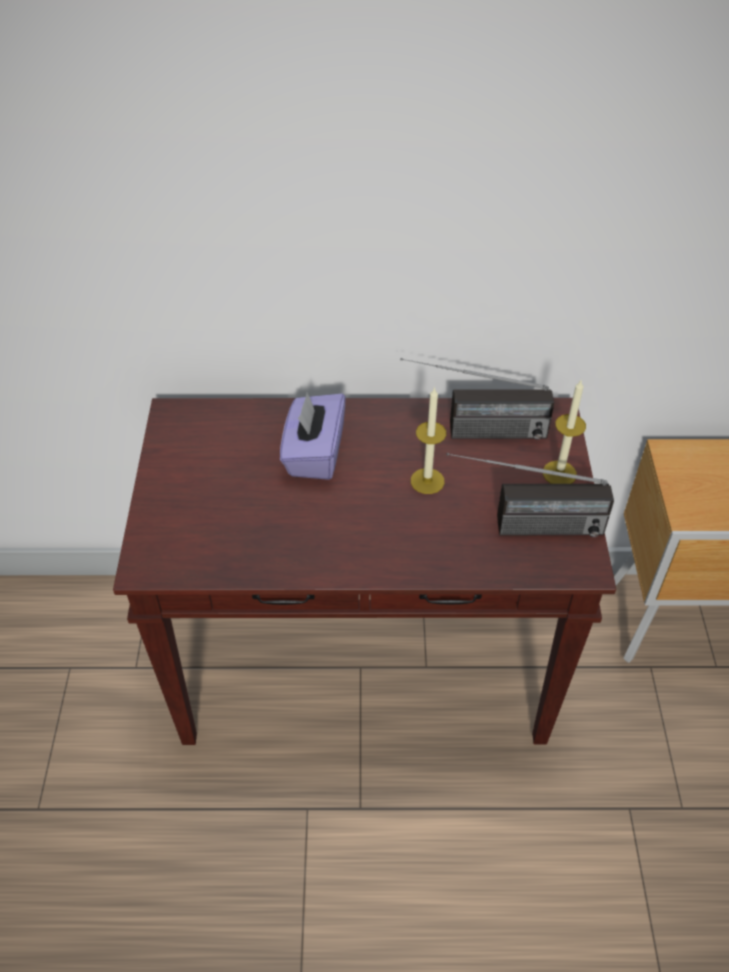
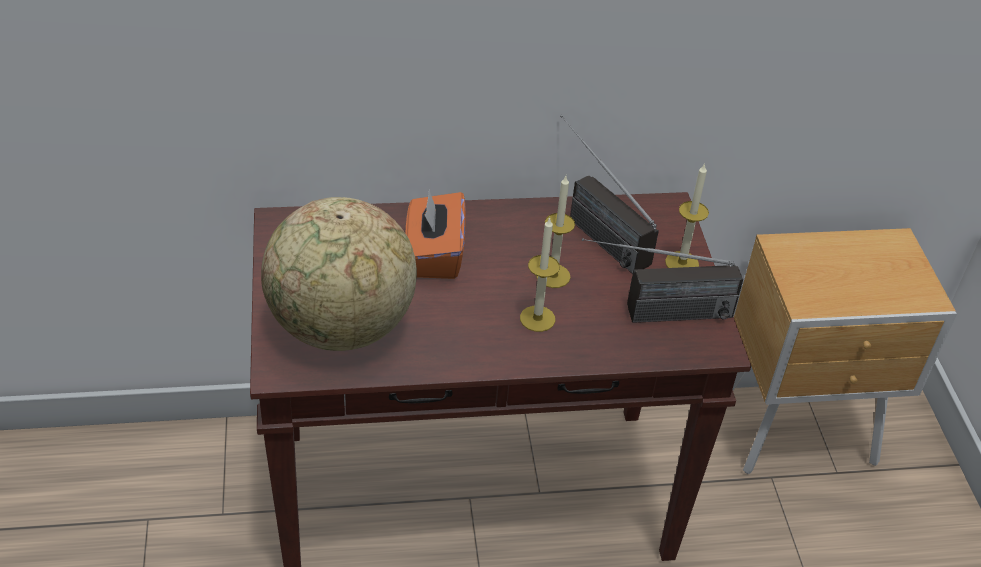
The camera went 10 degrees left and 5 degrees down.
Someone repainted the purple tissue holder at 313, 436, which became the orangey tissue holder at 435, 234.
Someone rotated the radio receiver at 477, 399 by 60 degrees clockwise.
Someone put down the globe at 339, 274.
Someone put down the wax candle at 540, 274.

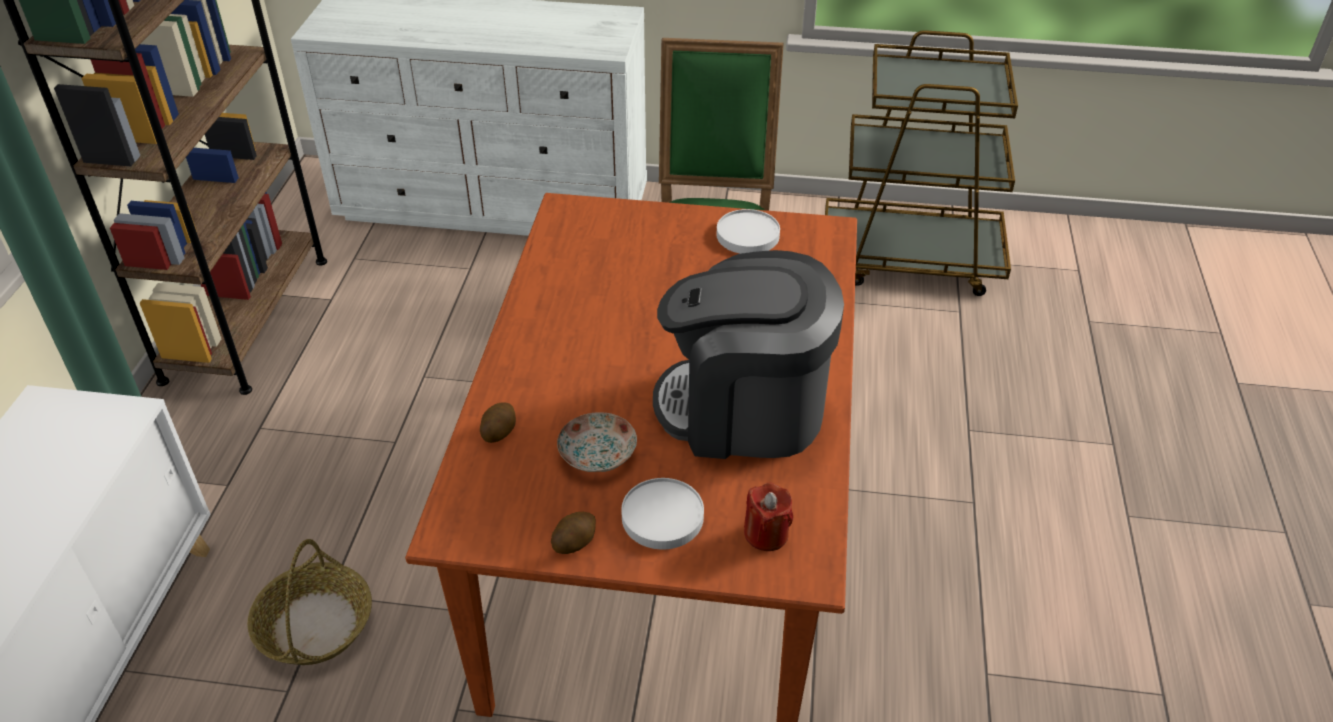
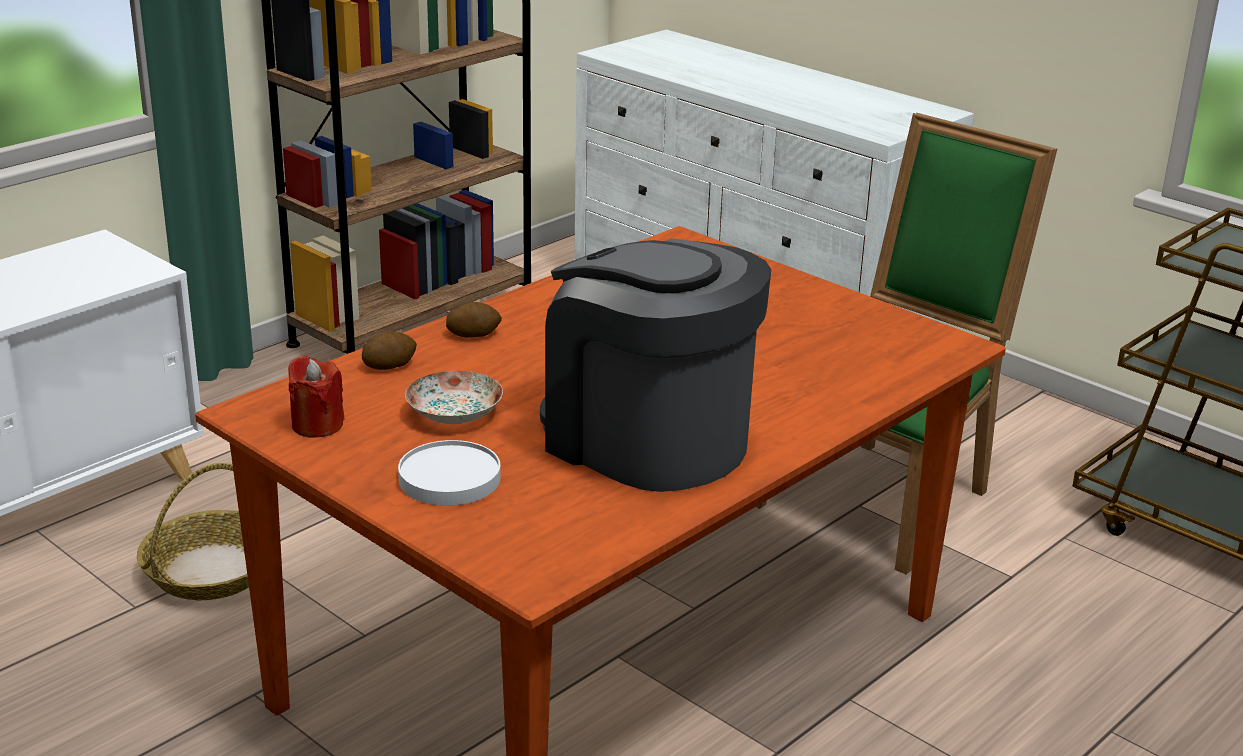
The camera went 35 degrees right and 15 degrees down.
Someone carried the whole potato from 573, 533 to 474, 320.
Someone took away the whitish plate at 748, 231.
Someone carried the red wax candle from 768, 517 to 316, 397.

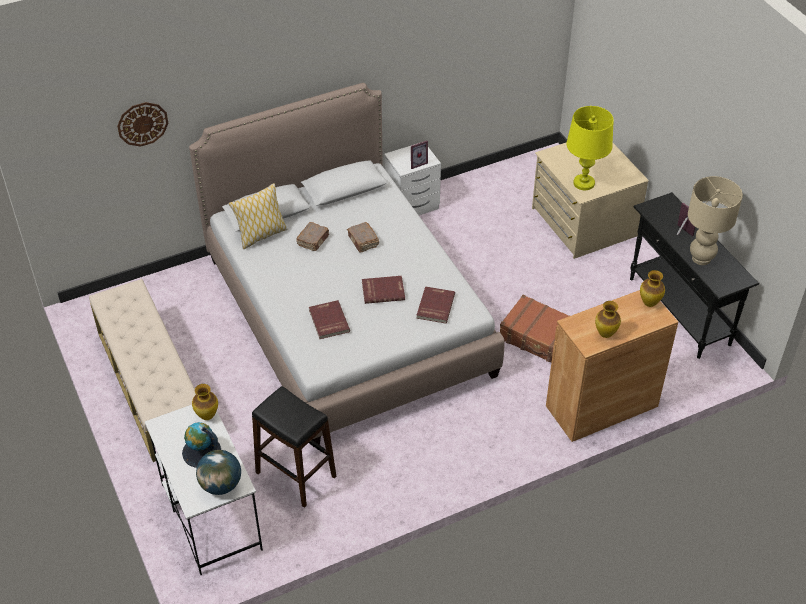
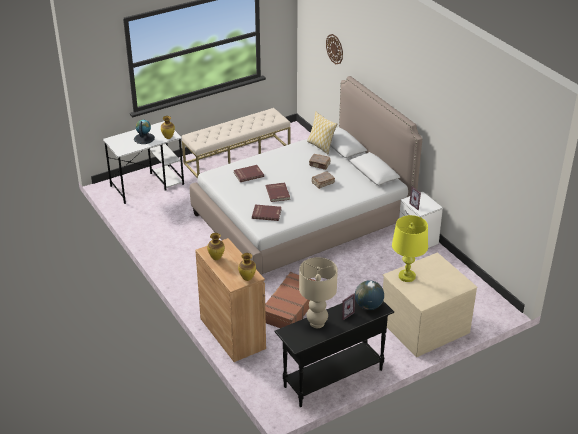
The camera went 85 degrees right and 10 degrees down.
Someone carried the globe from 218, 472 to 369, 295.
Someone took away the black-coloured stool seat at 294, 447.

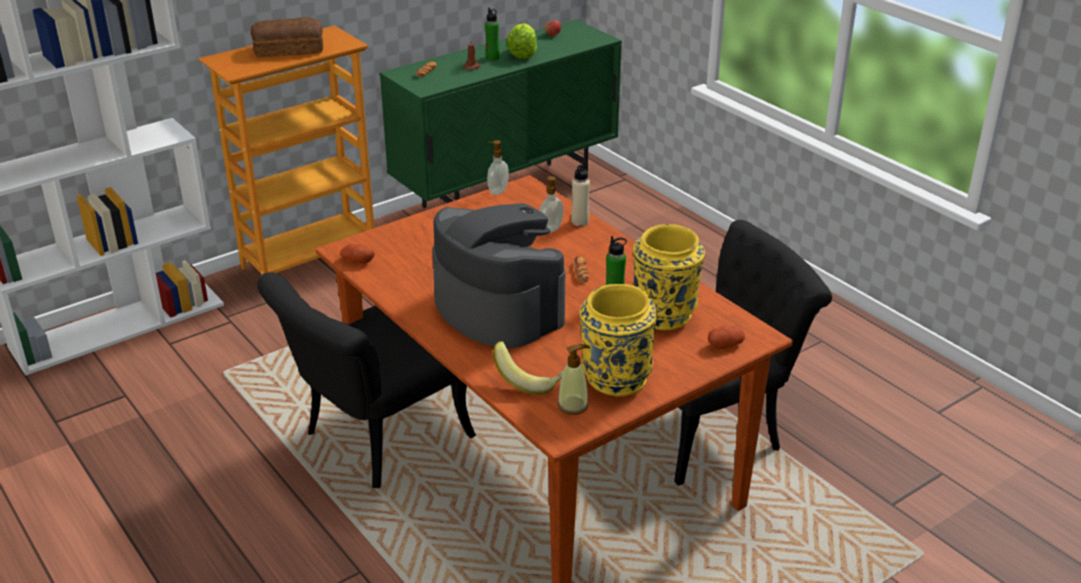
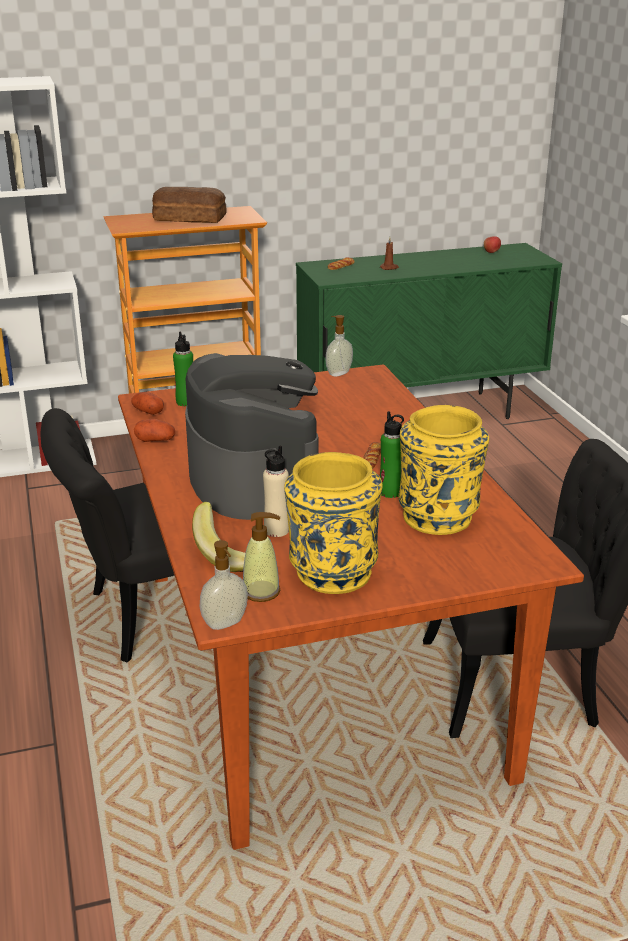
The camera went 20 degrees right and 5 degrees down.
Someone carried the green-coloured beverage bottle from 492, 34 to 183, 369.
Someone took away the lettuce head at 521, 41.
Someone carried the liquid soap bottle from 551, 204 to 223, 585.
Someone carried the sand-coloured beverage bottle from 580, 194 to 276, 491.
Someone carried the whole potato from 726, 337 to 154, 430.

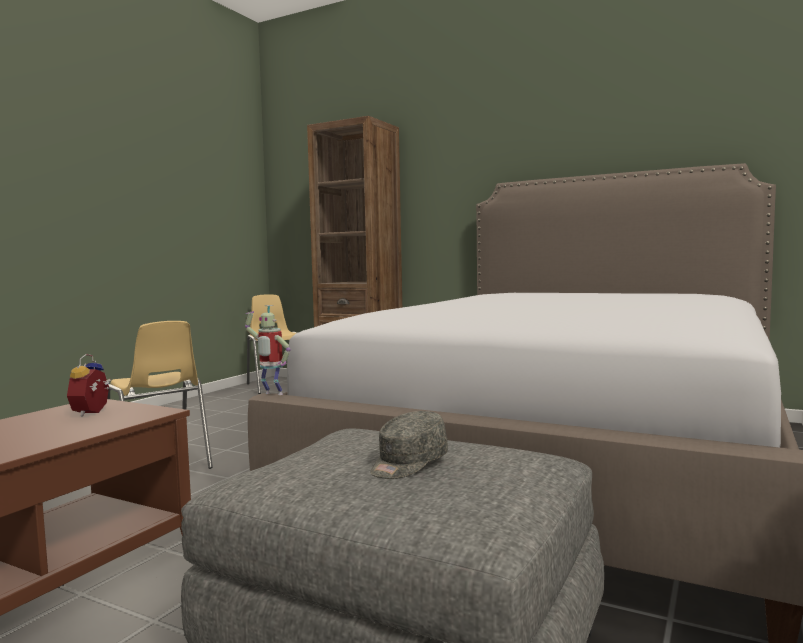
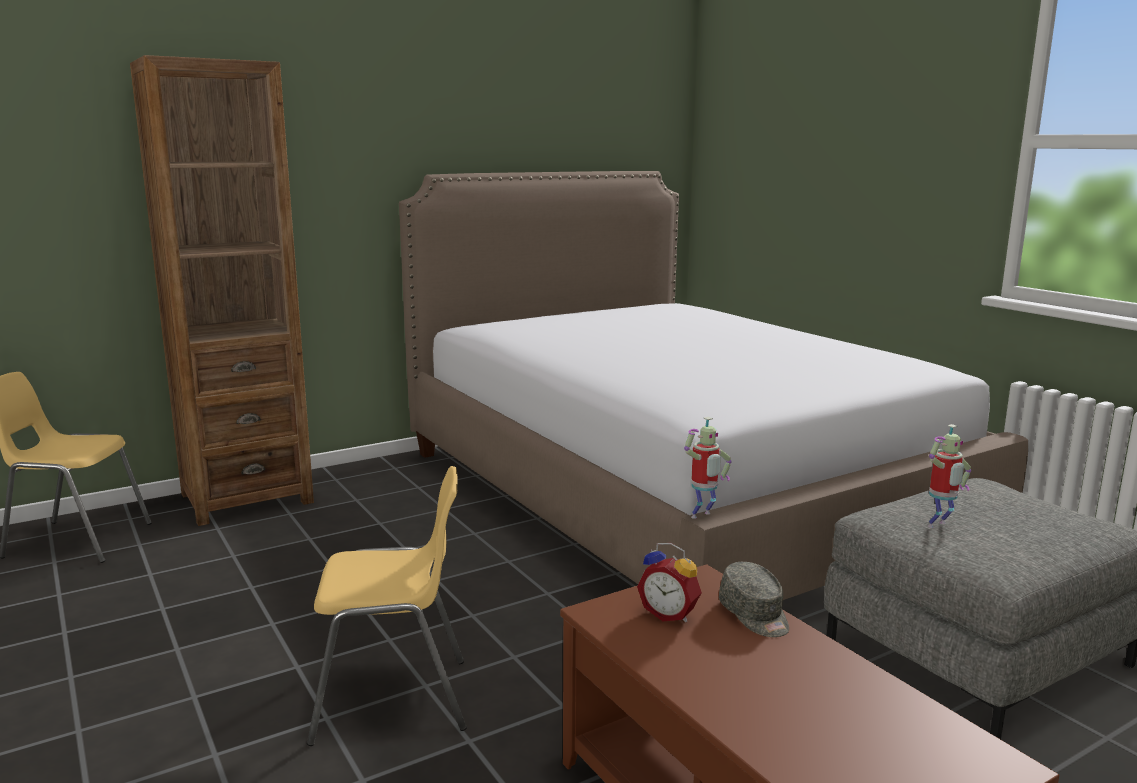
The camera went 60 degrees left and 10 degrees up.
Someone carried the gray cap from 409, 445 to 754, 599.
Someone put down the model robot at 949, 476.

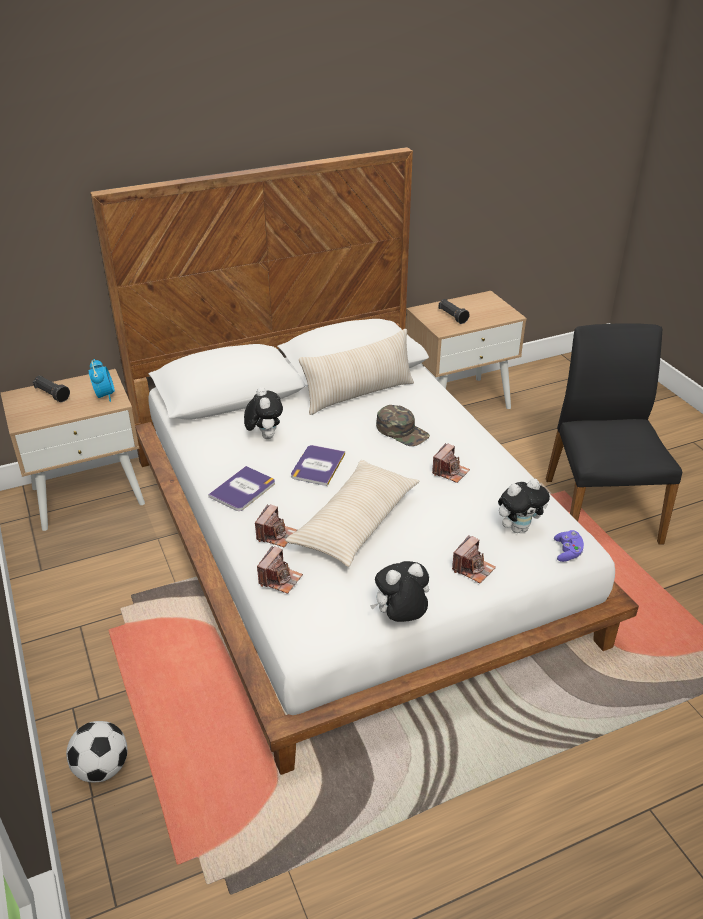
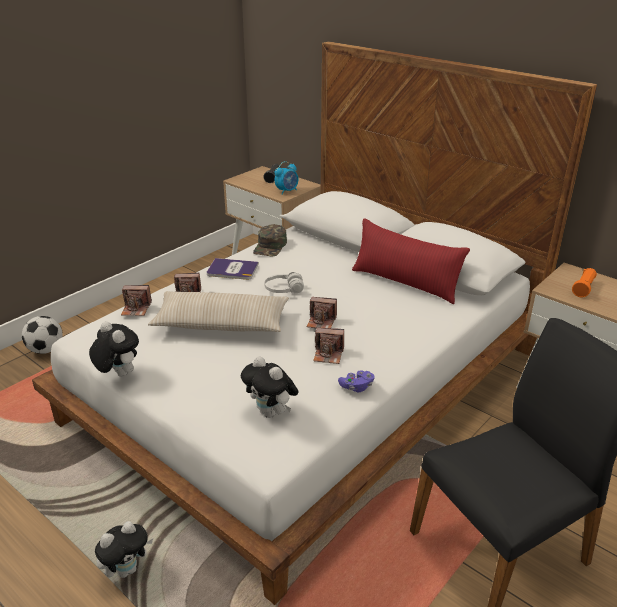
The camera went 65 degrees right and 5 degrees down.
Someone carried the plush toy from 263, 413 to 124, 549.
Someone swapped the book at 318, 465 for the whitish headphones at 284, 282.
Someone repainted the sand-coloured pillow at 356, 372, which became the red pillow at 411, 261.
Someone carried the green-coloured cap from 403, 425 to 270, 240.
Someone repainted the black-coloured hand torch at 454, 311, which became the orangey hand torch at 584, 282.
Someone carried the still camera from 474, 559 to 321, 313.
Someone carried the purple game controller from 569, 546 to 356, 381.

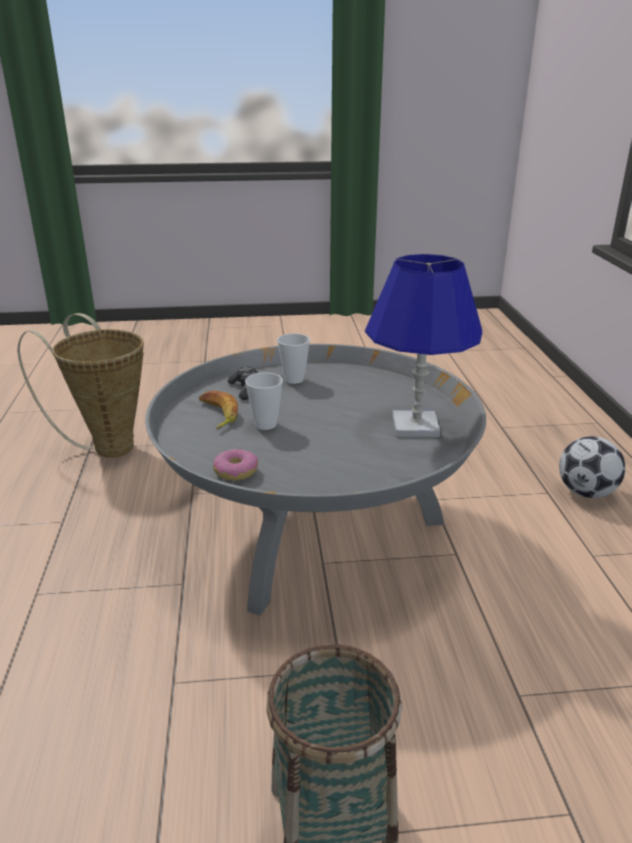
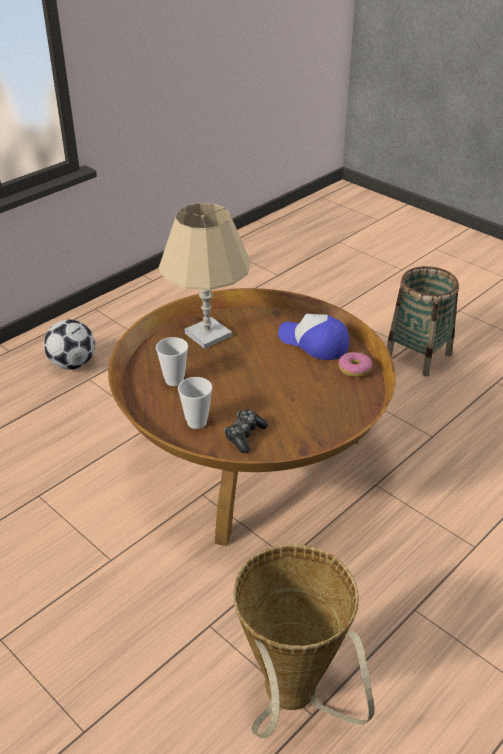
The camera went 130 degrees left and 10 degrees up.
Someone repainted the gray low table at 315, 480, which became the brownish low table at 252, 417.
Someone took away the banana at 218, 409.
Someone carried the drinking cup from 264, 401 to 172, 361.
Someone repainted the blue table lamp at 423, 345, which became the sand-coloured table lamp at 204, 276.
Someone put down the cap at 313, 337.

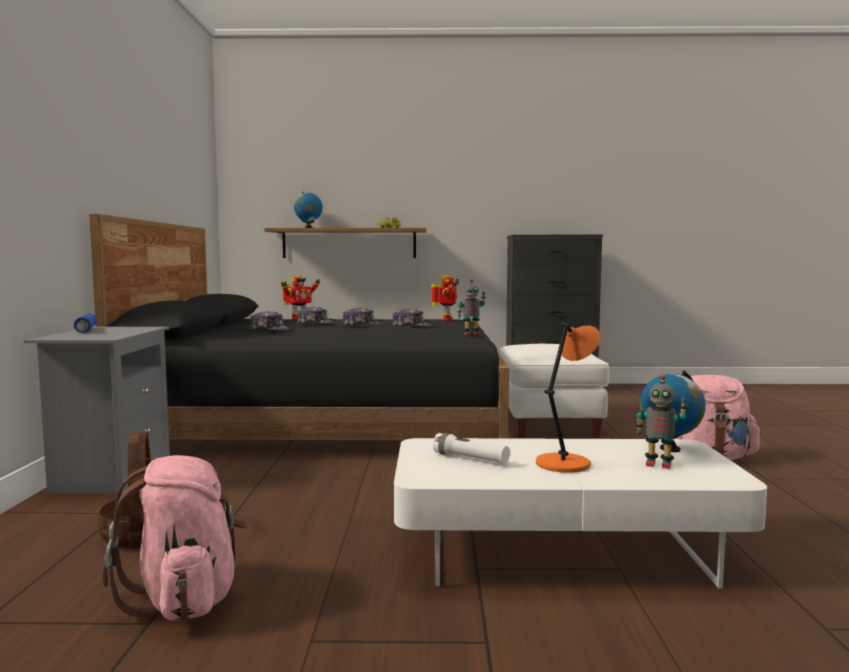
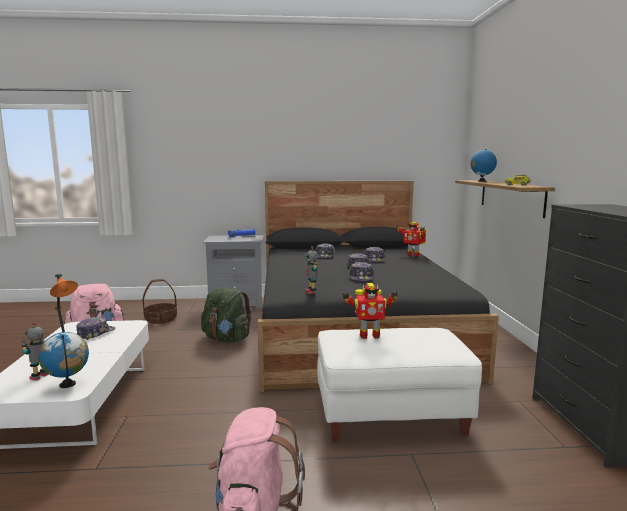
The camera went 85 degrees right and 5 degrees up.
Someone carried the model robot from 445, 298 to 370, 311.
Someone swapped the whitish hand torch at 471, 449 for the cap at 96, 328.
Someone put down the green-coloured knapsack at 226, 314.

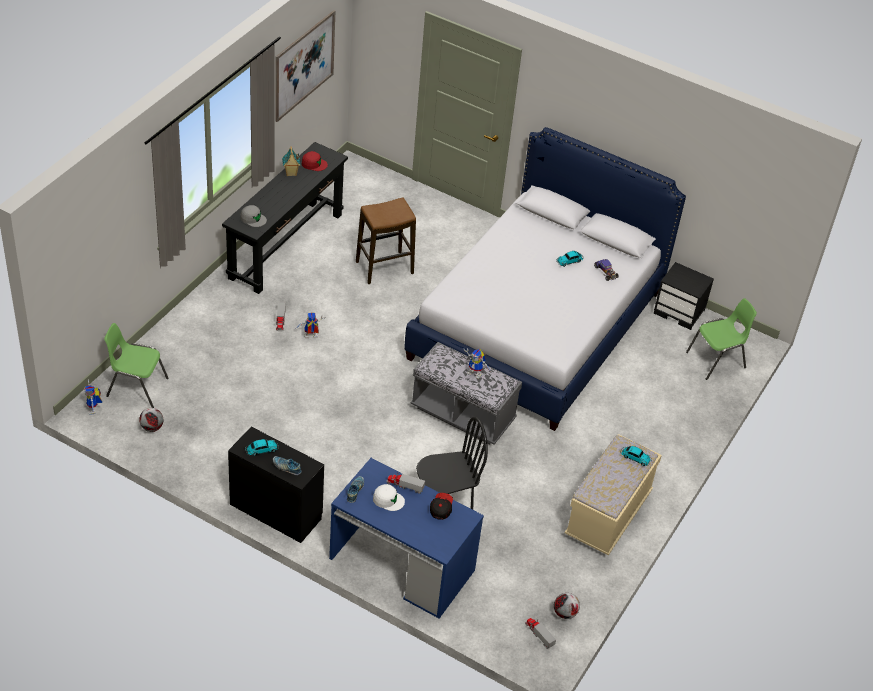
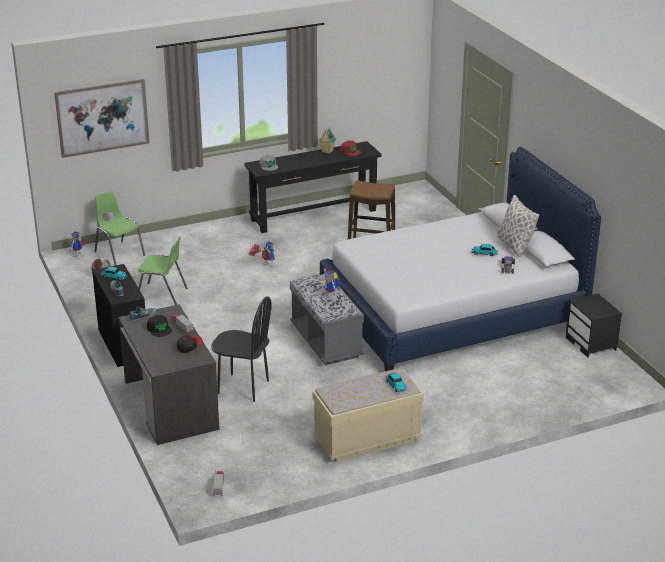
The camera went 40 degrees right and 15 degrees down.
Someone carried the wall picture from 305, 66 to 102, 118.
Someone repainted the blue desk unit at 406, 538, which became the gray desk unit at 169, 374.
Someone repainted the whitish cap at 389, 497, which became the black-coloured cap at 159, 326.
Someone took away the football ball at 567, 606.
Someone carried the green-coloured chair from 721, 339 to 162, 271.
Someone put down the pillow at 518, 226.

